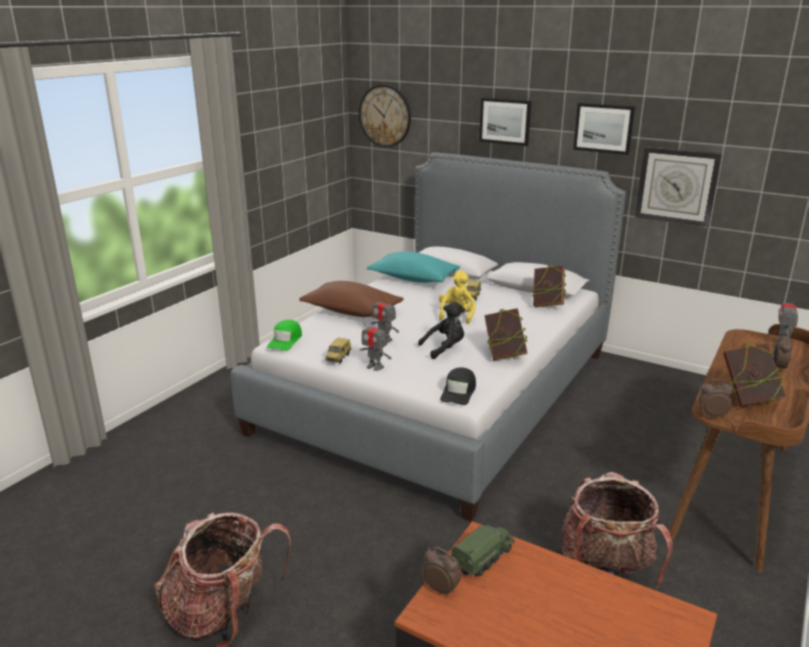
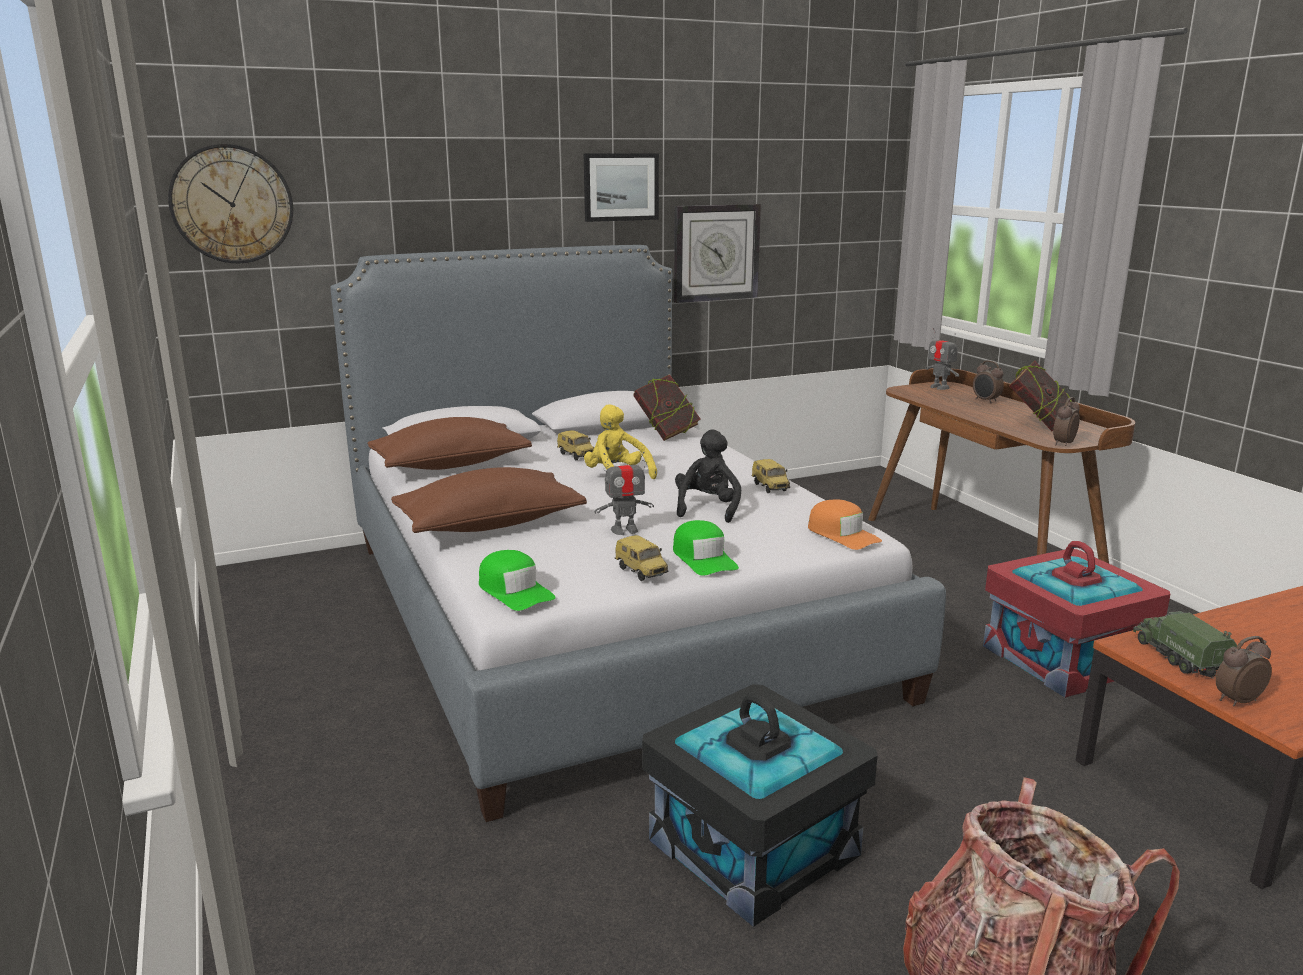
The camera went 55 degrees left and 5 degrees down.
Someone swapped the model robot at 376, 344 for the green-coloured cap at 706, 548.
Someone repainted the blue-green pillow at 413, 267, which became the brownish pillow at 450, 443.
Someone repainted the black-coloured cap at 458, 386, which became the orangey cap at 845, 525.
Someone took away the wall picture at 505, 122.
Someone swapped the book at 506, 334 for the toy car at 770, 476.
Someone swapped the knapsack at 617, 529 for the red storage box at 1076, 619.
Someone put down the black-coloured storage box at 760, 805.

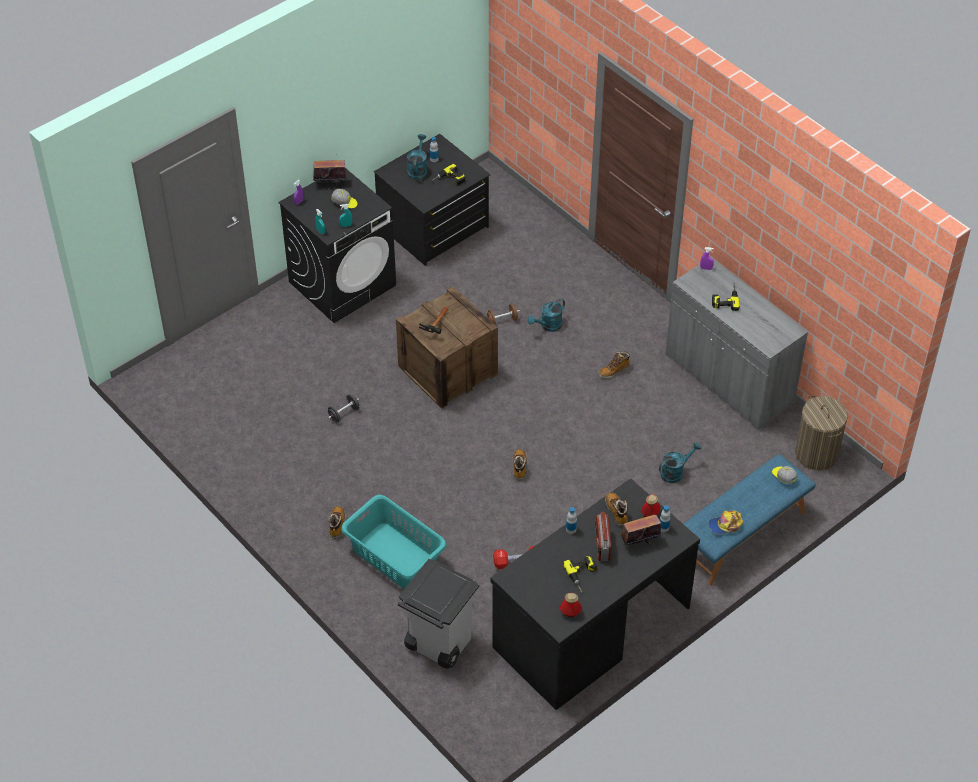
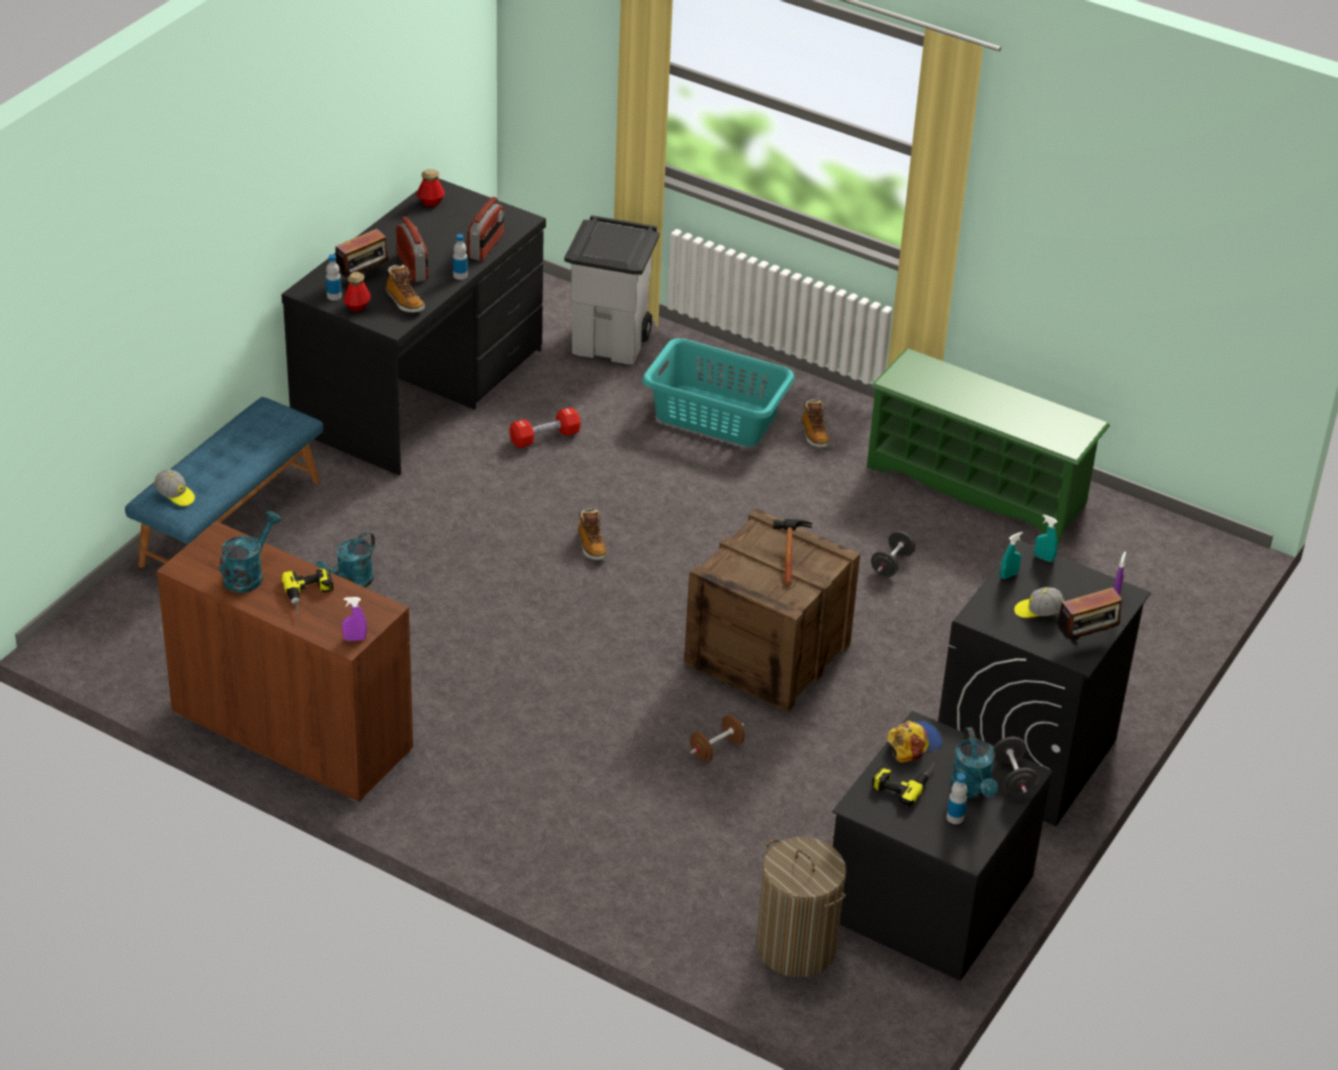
The camera went 160 degrees right and 10 degrees down.
Someone carried the blue-green sprinkling can from 546, 315 to 250, 552.
Someone took away the drill at 580, 574.
Someone took away the boot at 614, 364.
Someone repainted the gray storage cabinet at 737, 344, which became the brownish storage cabinet at 285, 662.
Someone carried the cap from 726, 522 to 915, 742.
Someone carried the laundry basket from 821, 432 to 801, 907.
Someone put down the radio receiver at 485, 229.
Someone put down the green-coloured shoe rack at 988, 445.
Someone put down the black-coloured hand weight at 1016, 766.

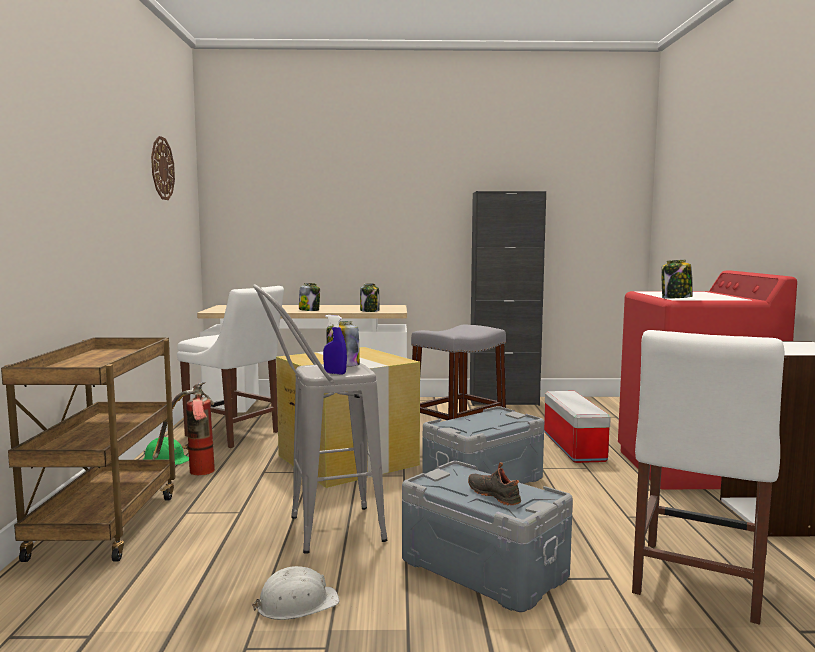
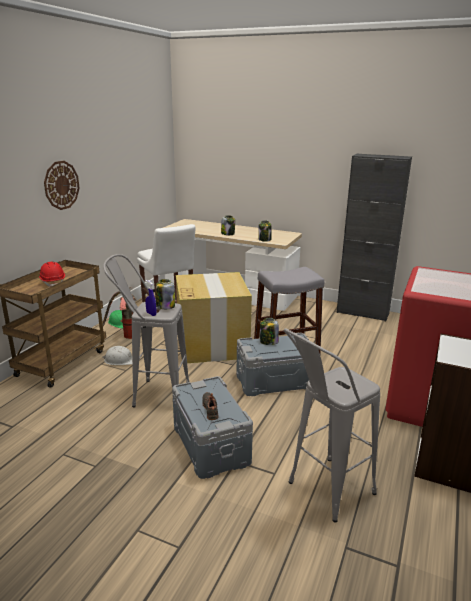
The camera went 25 degrees right and 15 degrees up.
Someone carried the wall clock from 163, 168 to 61, 185.
Someone carried the whitish safety helmet from 296, 593 to 117, 355.
Someone took away the storage box at 577, 427.
Someone swapped the whitish chair at 708, 477 for the gray stool seat at 332, 425.
Someone carried the preserve jar from 677, 279 to 269, 331.
Someone put down the red safety helmet at 52, 274.

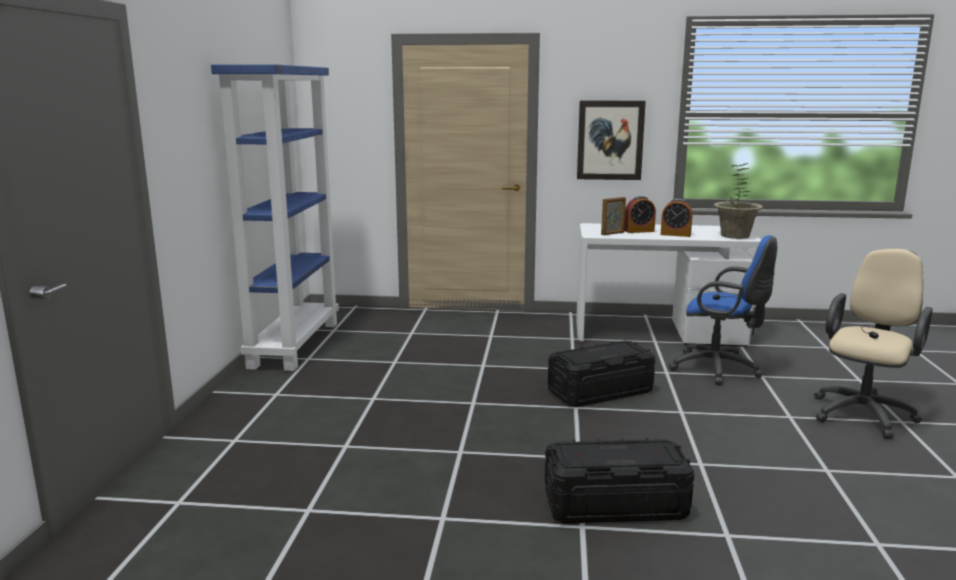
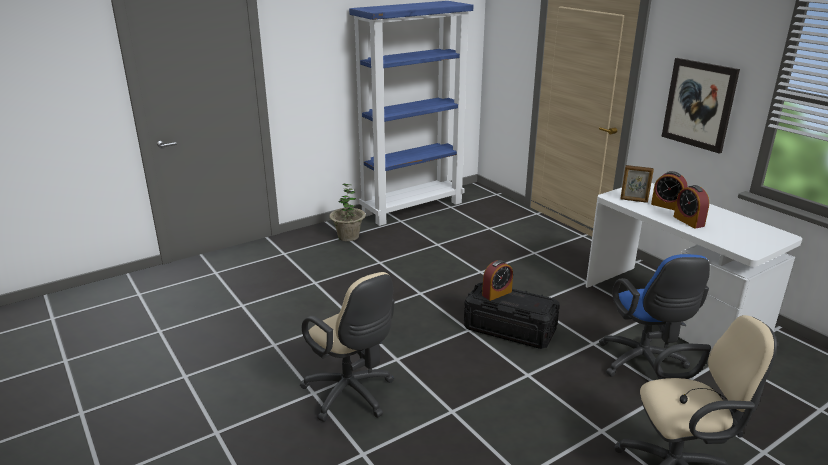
The camera went 50 degrees right and 10 degrees up.
Someone swapped the black-coloured storage box at 619, 480 for the sand-coloured office chair at 347, 347.
Someone carried the houseplant from 738, 201 to 347, 212.
Someone put down the table clock at 497, 280.

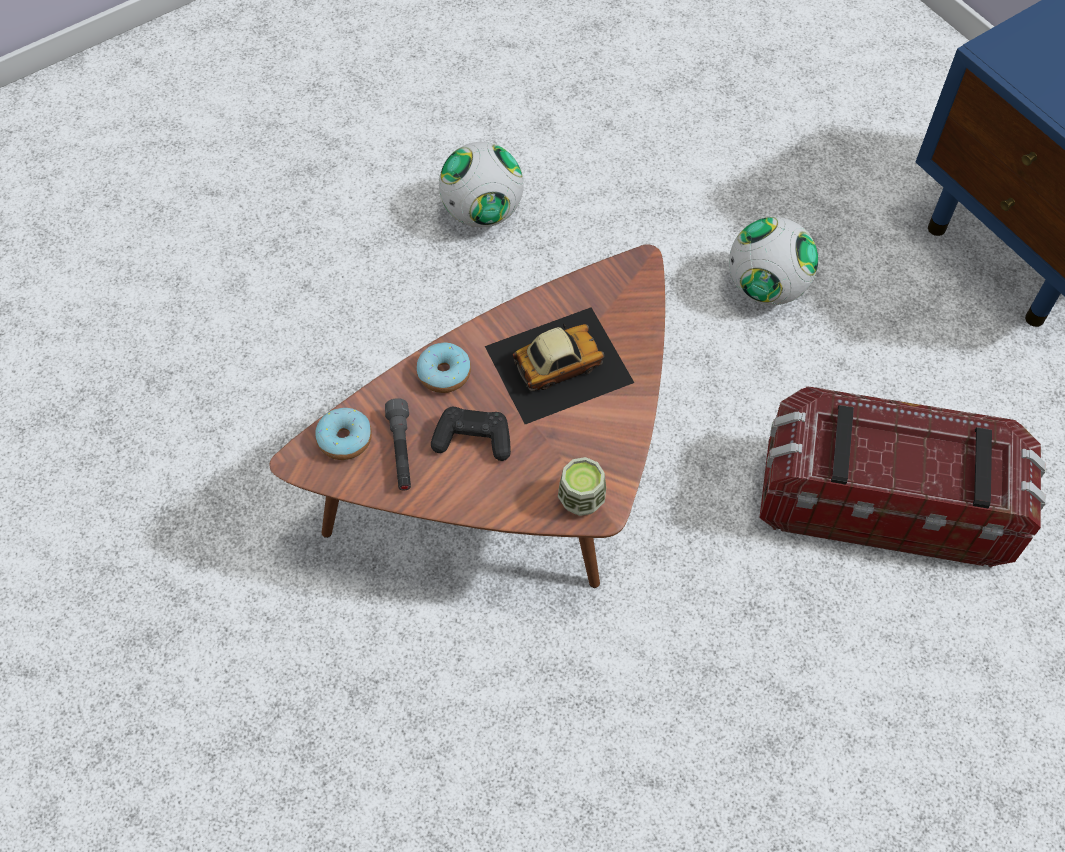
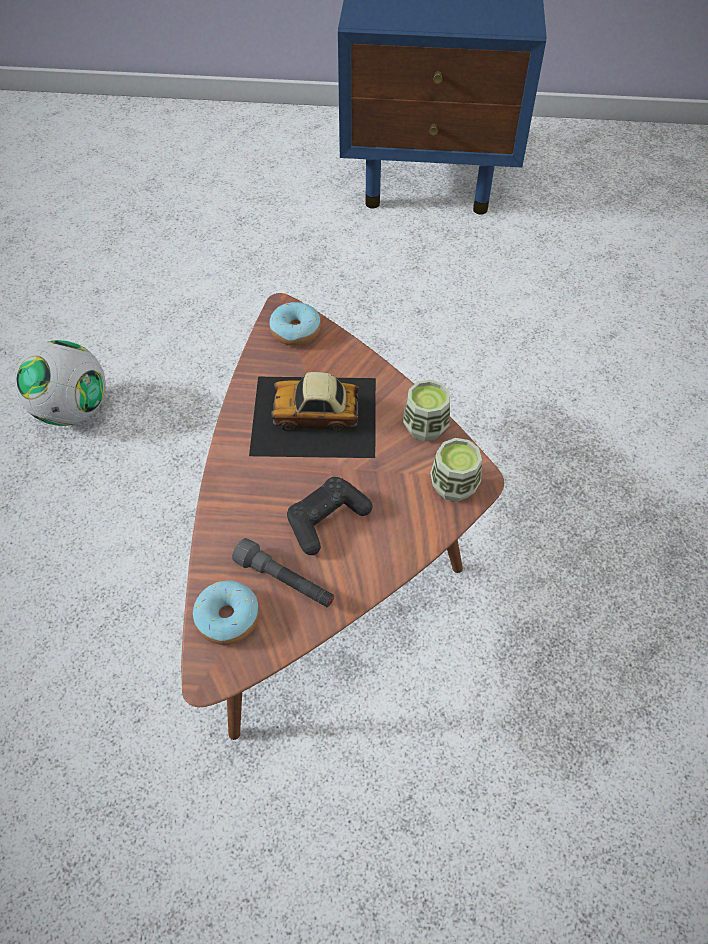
The camera went 50 degrees left and 5 degrees down.
Someone carried the doughnut from 444, 367 to 295, 324.
Someone rotated the toy car at 559, 365 by 105 degrees counterclockwise.
Someone took away the football ball at 773, 261.
Someone took away the storage box at 902, 477.
Someone put down the drinking cup at 426, 410.

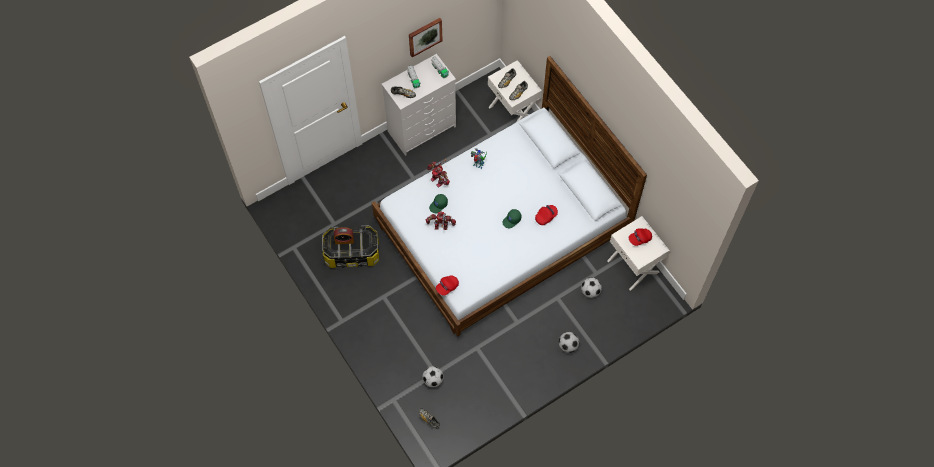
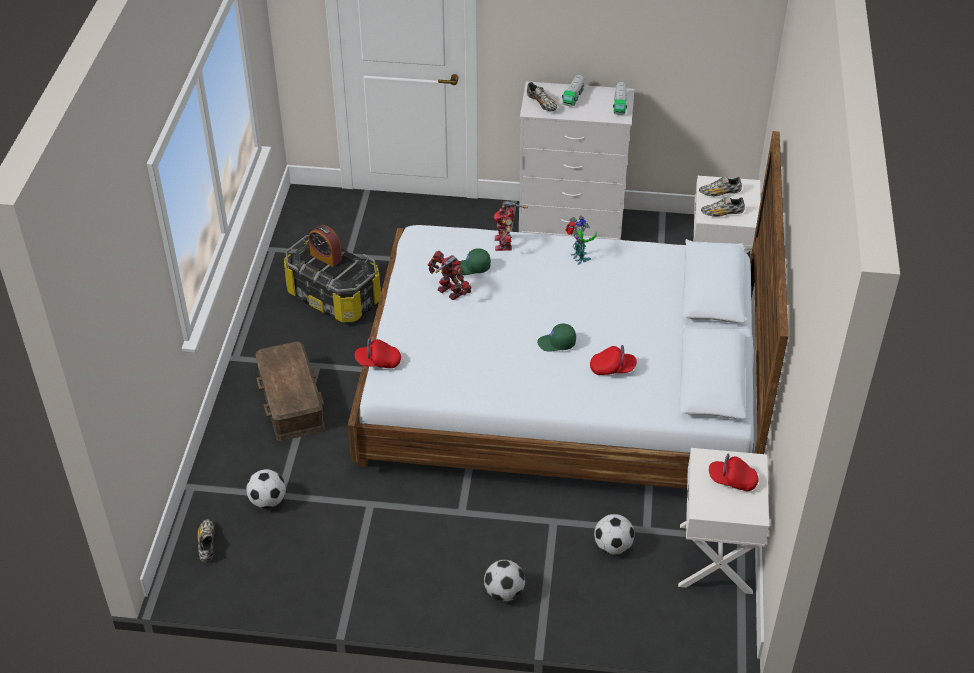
The camera went 40 degrees right and 20 degrees down.
Someone took away the wall picture at 426, 37.
Someone put down the brownish storage box at 290, 391.

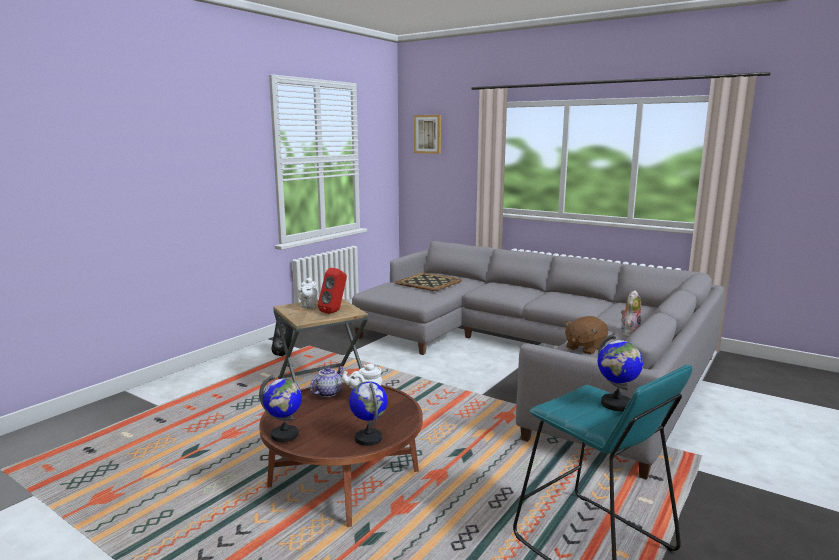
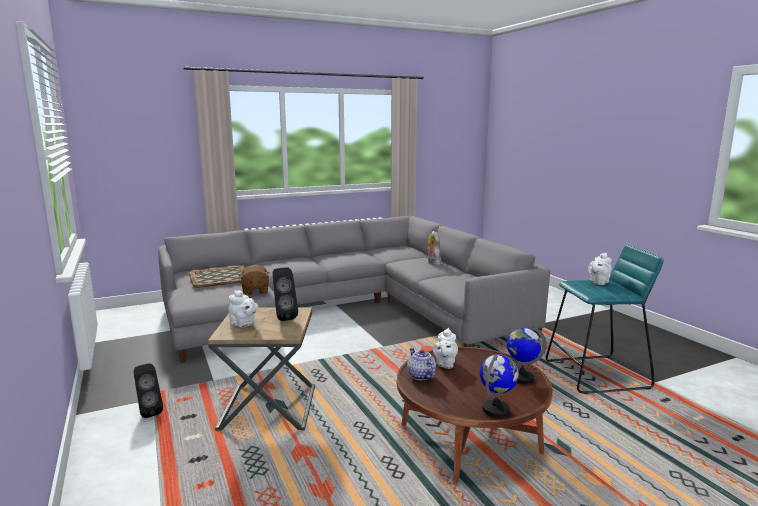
The camera went 60 degrees left and 0 degrees up.
Someone repainted the red audio speaker at 332, 291, which became the black-coloured audio speaker at 285, 294.
Someone took away the wall picture at 427, 134.
Someone carried the brownish plush toy from 586, 335 to 254, 280.
Someone swapped the globe at 620, 372 for the whitish pot for tea at 600, 269.

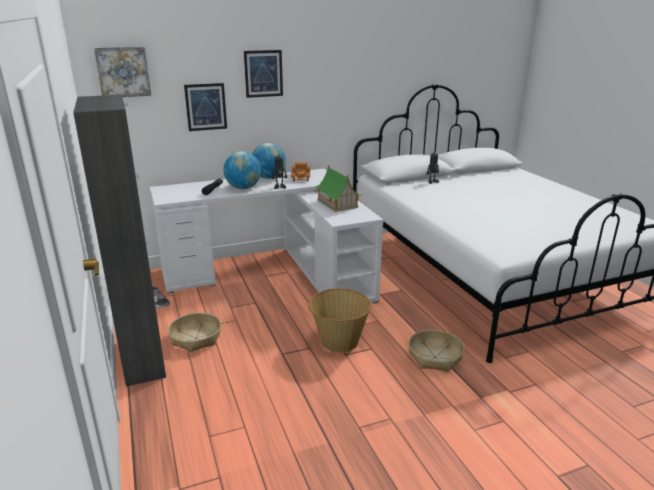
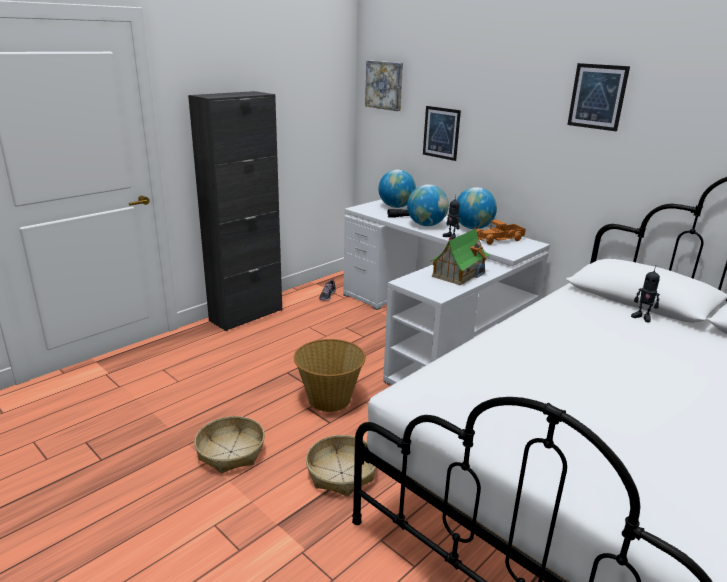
The camera went 65 degrees right and 0 degrees up.
Someone carried the storage basket from 194, 332 to 229, 444.
Someone carried the wall picture from 263, 74 to 598, 97.
Someone put down the globe at 397, 188.

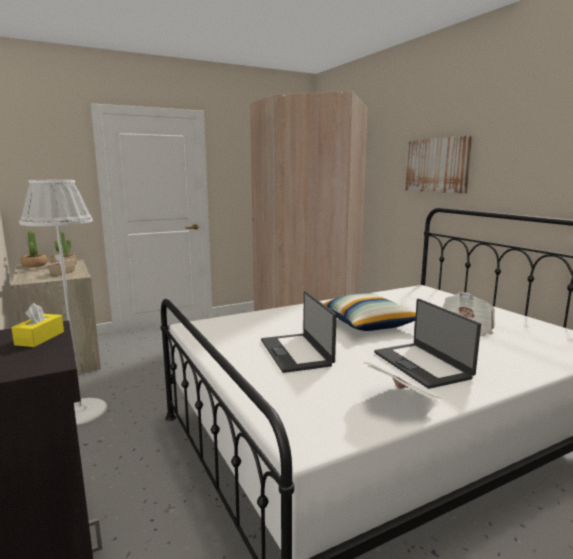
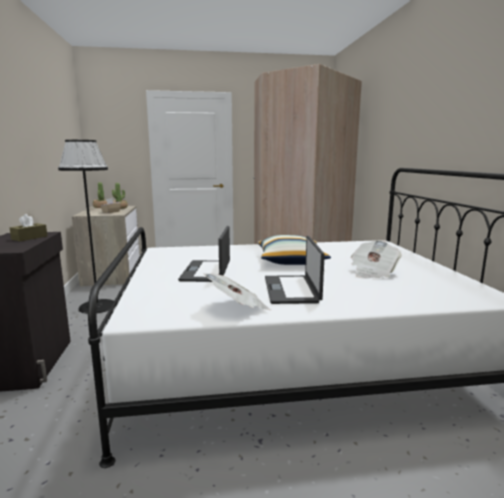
The camera went 20 degrees right and 0 degrees up.
Someone repainted the yellowish tissue holder at 37, 325, which became the brownish tissue holder at 28, 227.
Someone repainted the whitish floor lamp at 63, 302, which became the black-coloured floor lamp at 87, 227.
Someone took away the wall picture at 438, 165.

